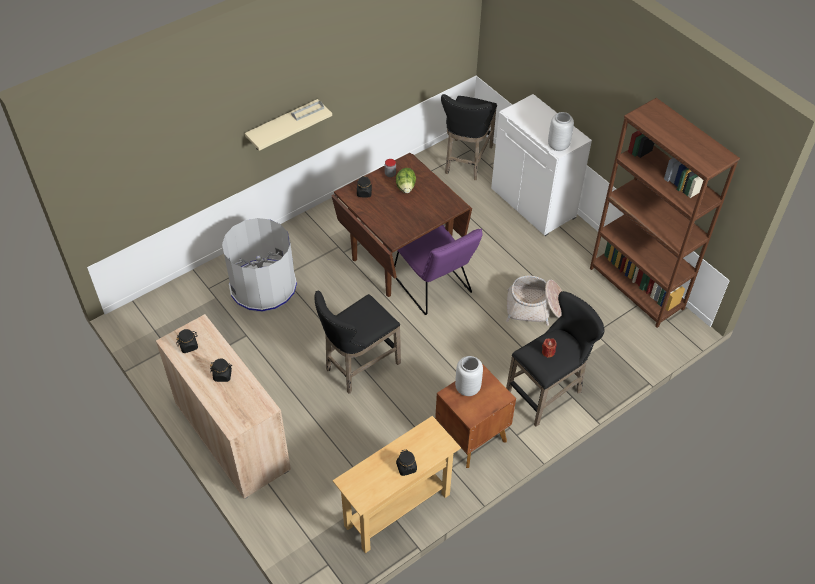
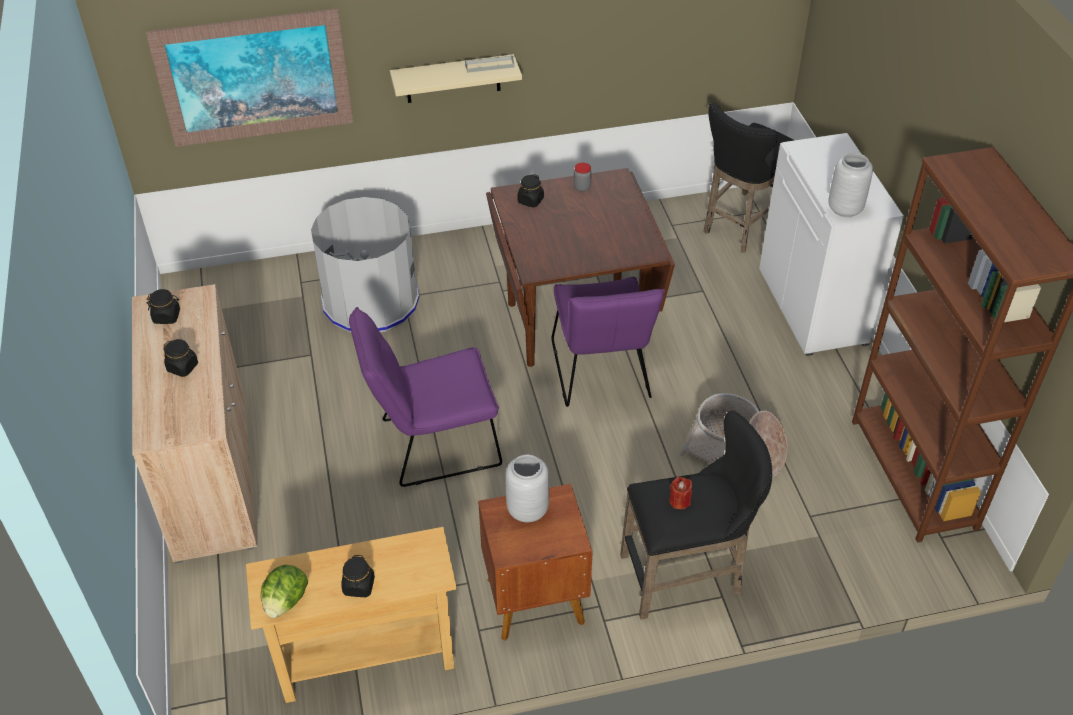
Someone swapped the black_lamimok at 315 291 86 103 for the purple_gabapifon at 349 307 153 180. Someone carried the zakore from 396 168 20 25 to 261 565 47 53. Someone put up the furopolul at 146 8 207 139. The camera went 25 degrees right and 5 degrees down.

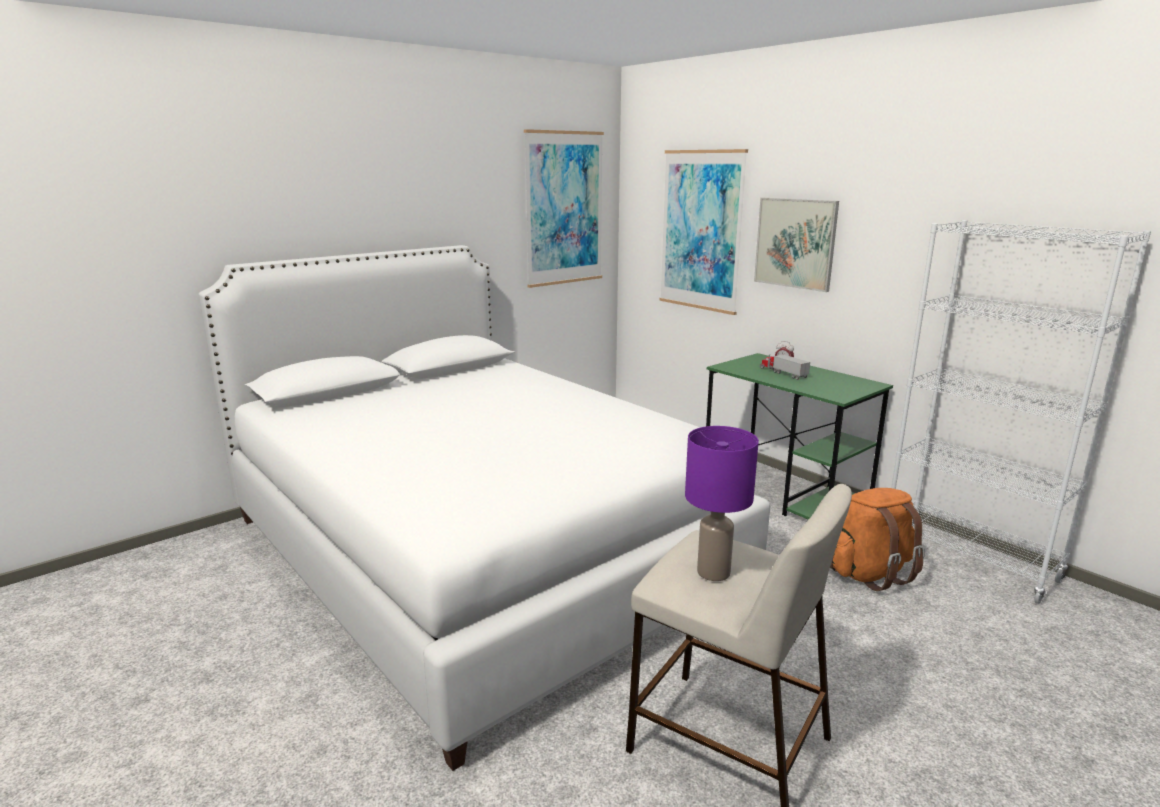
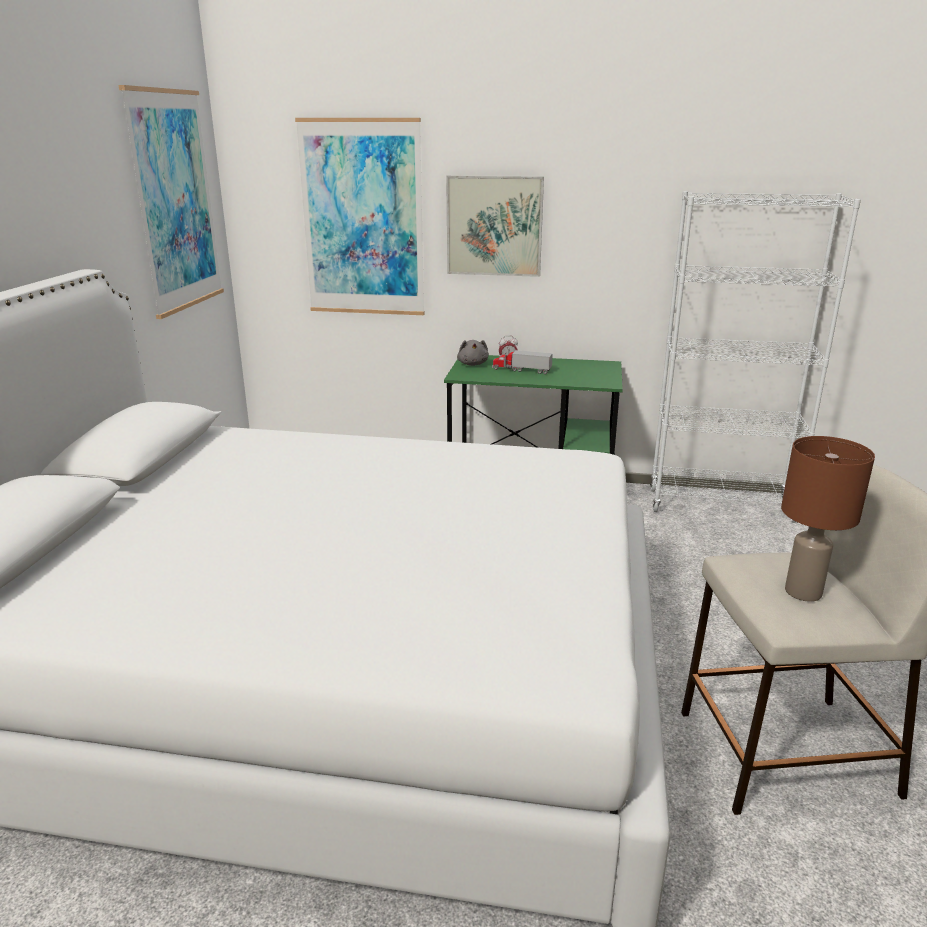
Someone repainted the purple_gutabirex at 685 426 74 155, which became the brown_gutabirex at 781 436 94 166. Someone took away the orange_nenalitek at 830 488 95 103. Someone put down the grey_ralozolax at 457 340 32 26. The camera went 40 degrees left and 5 degrees up.

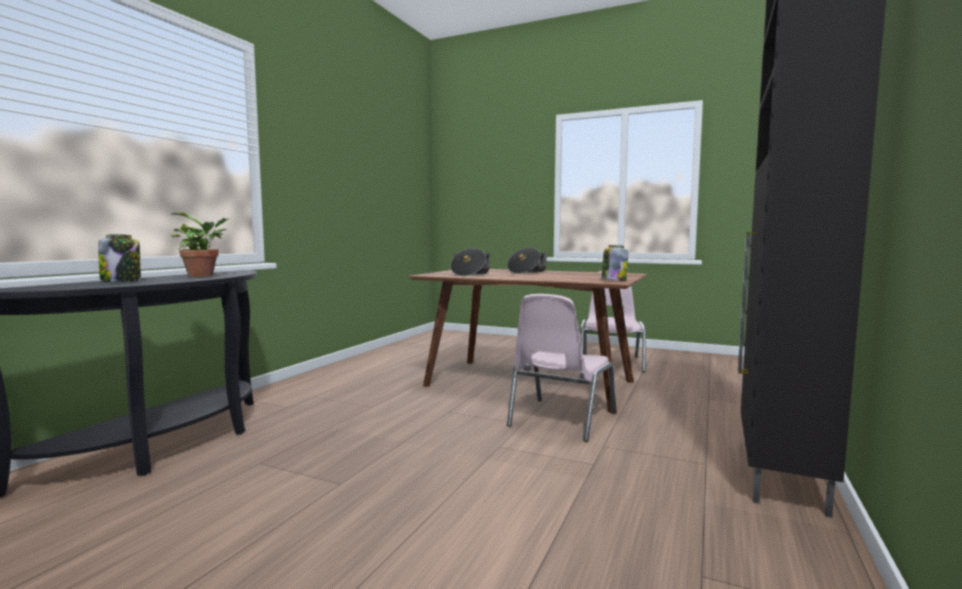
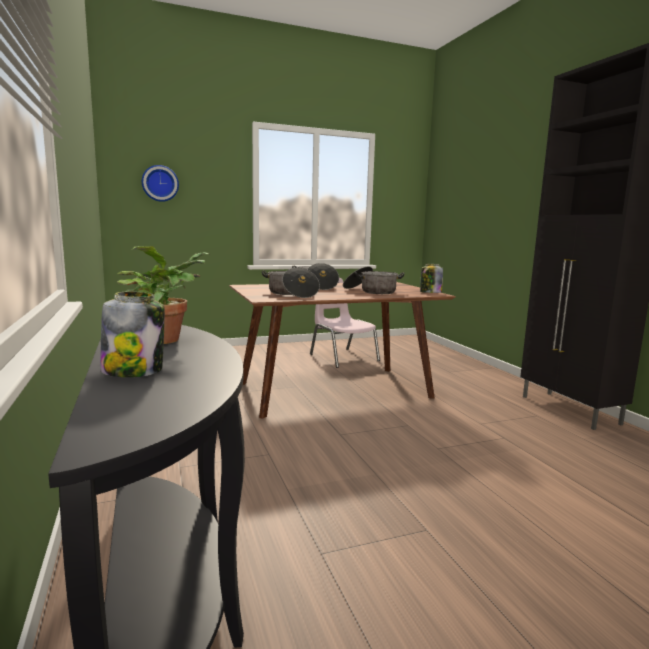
Someone took away the pink_gabapifon at 507 294 109 148. Someone put up the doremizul at 142 165 37 37. Someone put down the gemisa at 343 266 61 28. The camera went 45 degrees left and 5 degrees up.

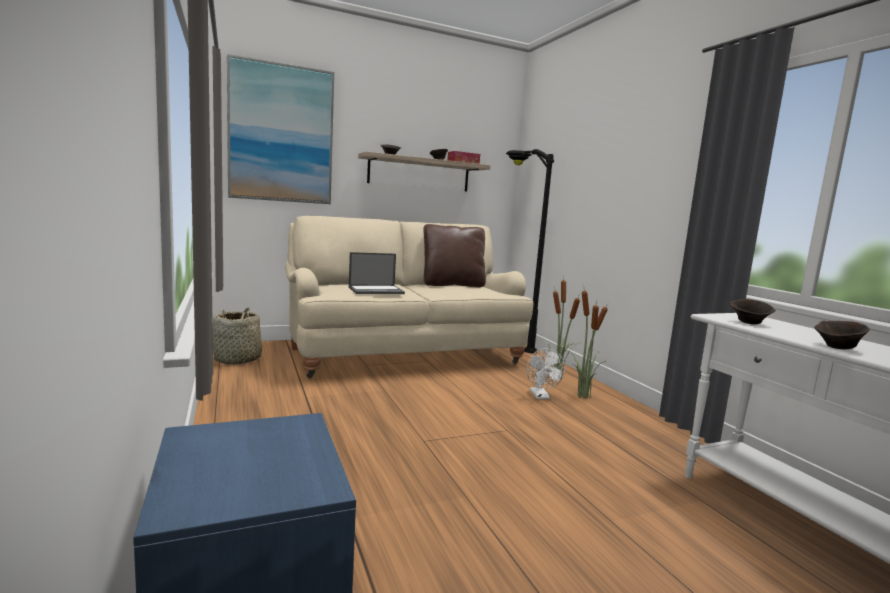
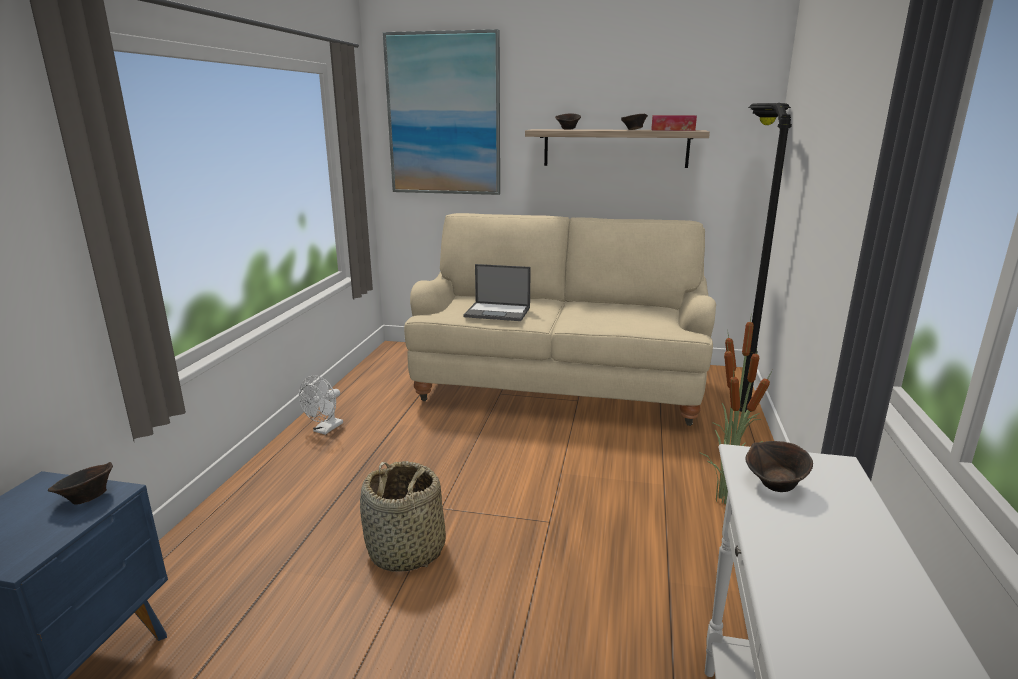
Someone carried the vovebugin from 213 307 49 58 to 360 461 86 111. Someone took away the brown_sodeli at 423 224 63 63. Someone carried the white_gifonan from 526 348 39 51 to 299 376 44 59. Someone carried the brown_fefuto from 814 321 56 28 to 48 462 65 43. The camera went 35 degrees right and 10 degrees up.

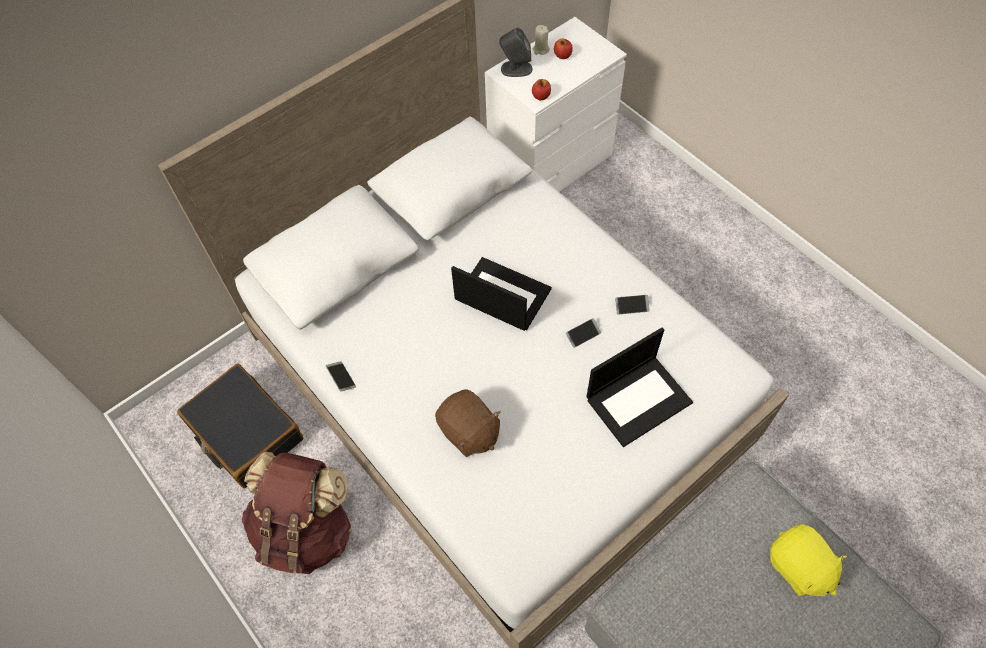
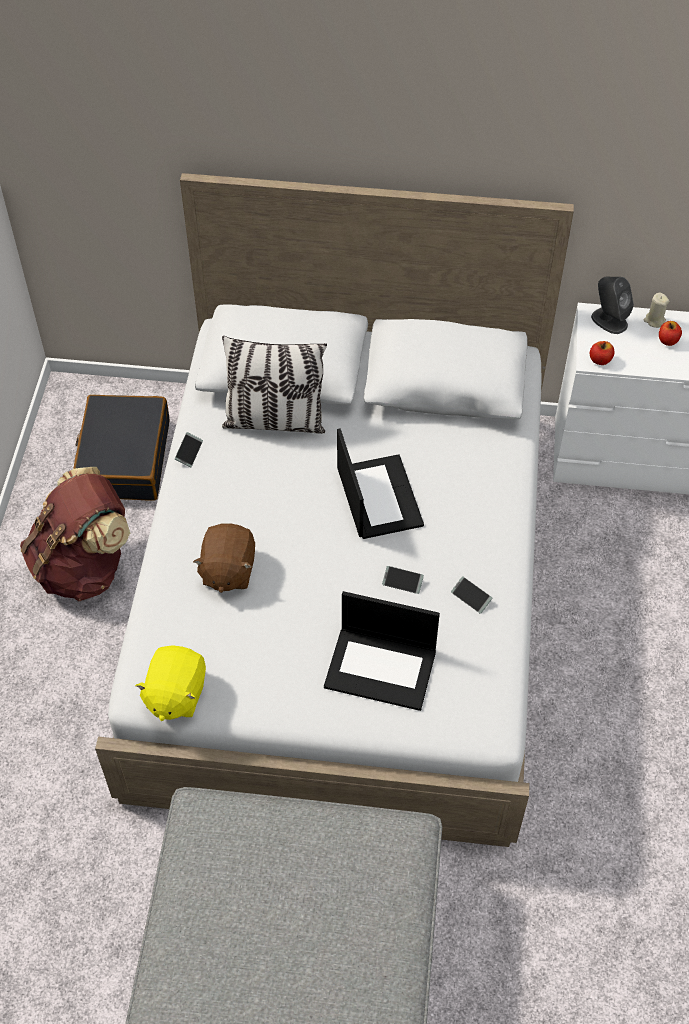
Someone carried the yellow_ralozolax from 770 524 77 72 to 135 645 71 76. Someone put down the sodeli at 222 336 105 98. The camera went 45 degrees right and 5 degrees down.

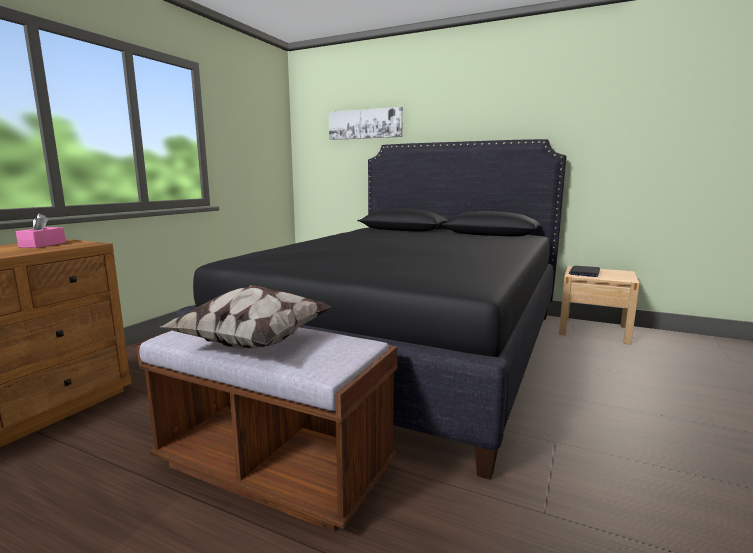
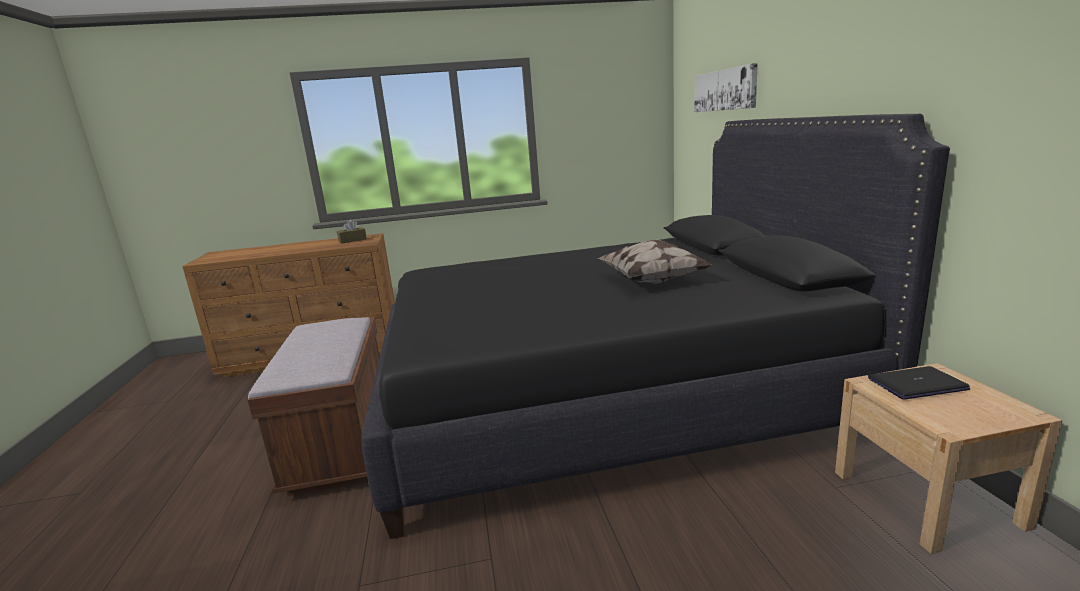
Someone repainted the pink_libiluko at 16 214 50 34, which became the brown_libiluko at 337 219 30 25. Someone carried the sodeli from 160 285 172 64 to 598 240 115 44. The camera went 55 degrees right and 5 degrees up.

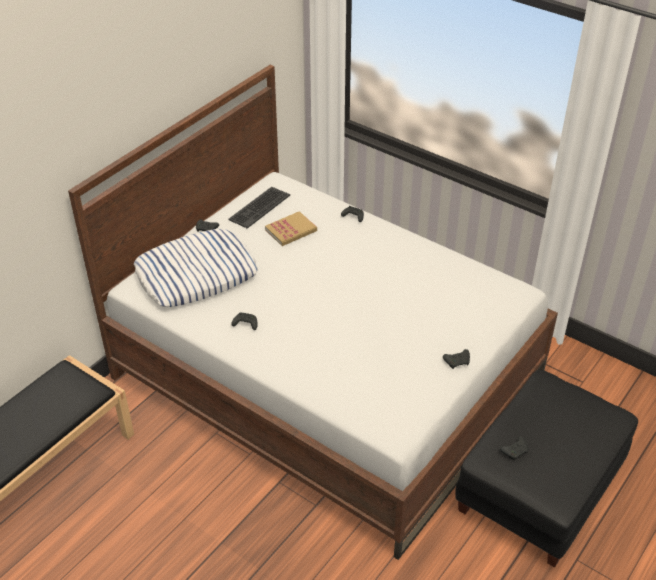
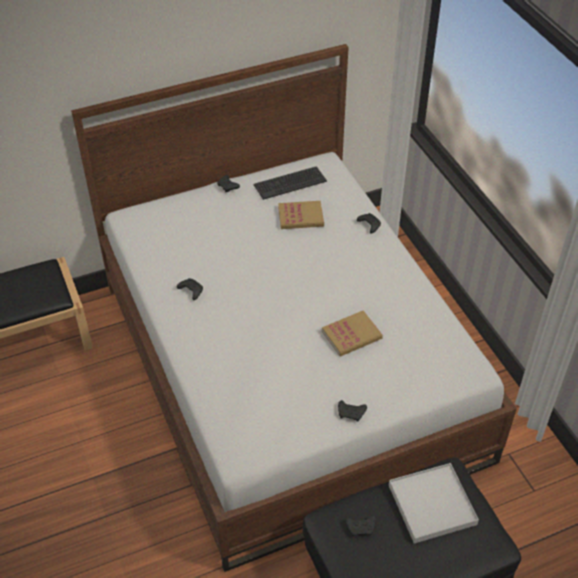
Someone took away the sodeli at 134 229 124 78. Someone put down the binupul at 322 310 61 47. Someone put down the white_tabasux at 389 463 90 81. The camera went 30 degrees right and 5 degrees up.

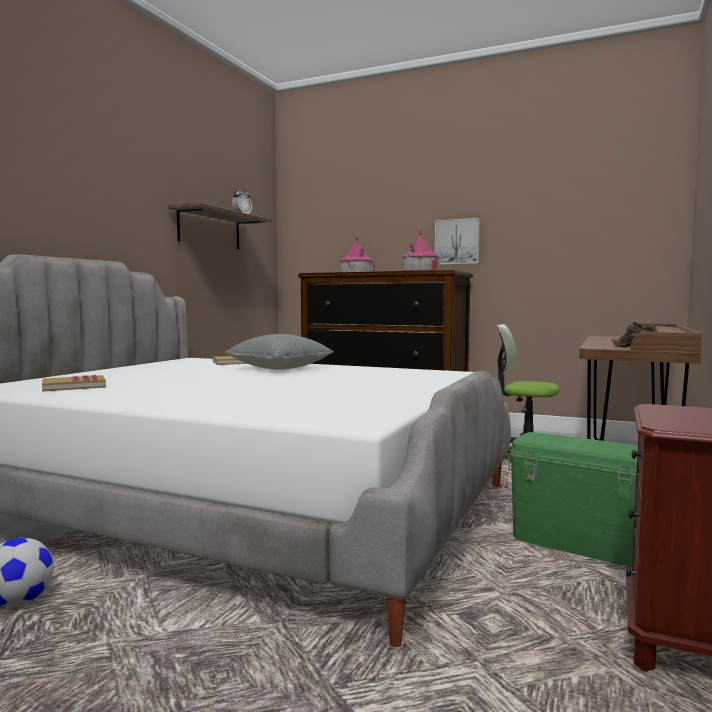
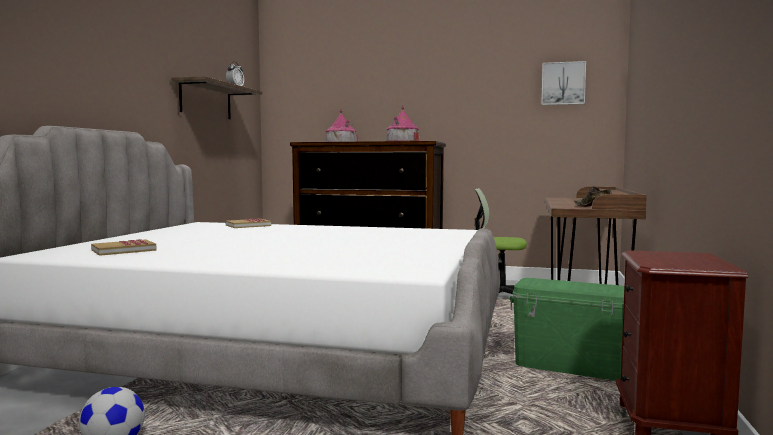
Someone took away the grey_sodeli at 225 334 109 36. Someone carried the furopolul from 435 218 45 47 to 541 61 45 44. The camera went 10 degrees left and 0 degrees up.

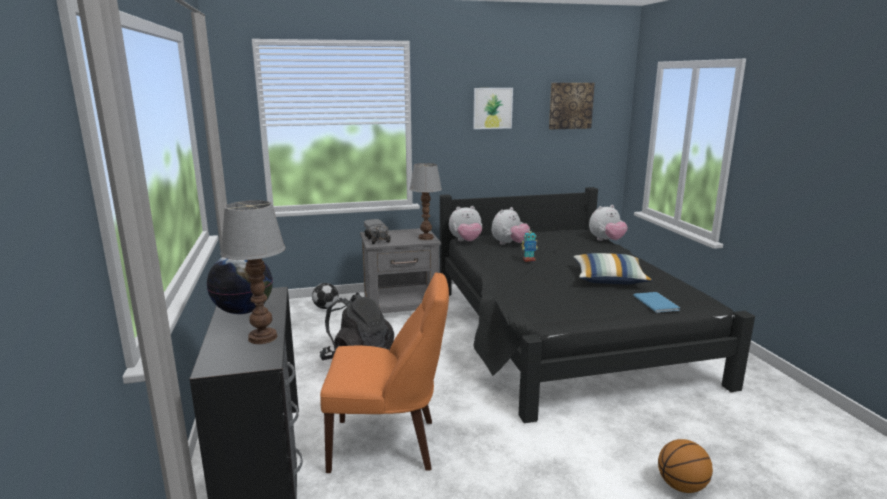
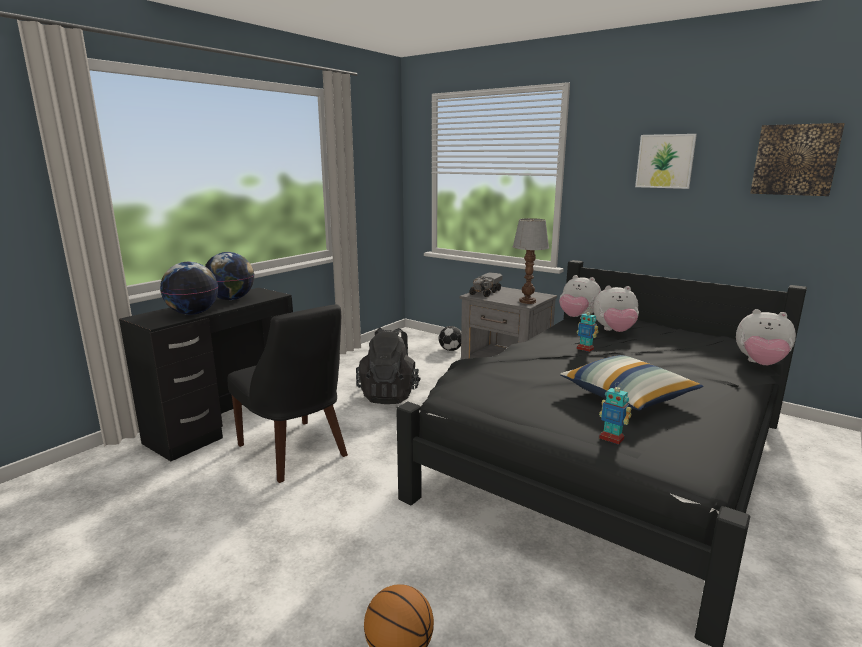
Someone swapped the gutabirex at 220 200 66 144 for the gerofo at 160 262 58 53. Someone repainted the orange_gabapifon at 320 272 129 201, which became the black_gabapifon at 227 304 121 179. Someone swapped the blue_binupul at 633 292 47 21 for the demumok at 599 382 32 63. The camera went 50 degrees right and 0 degrees up.

